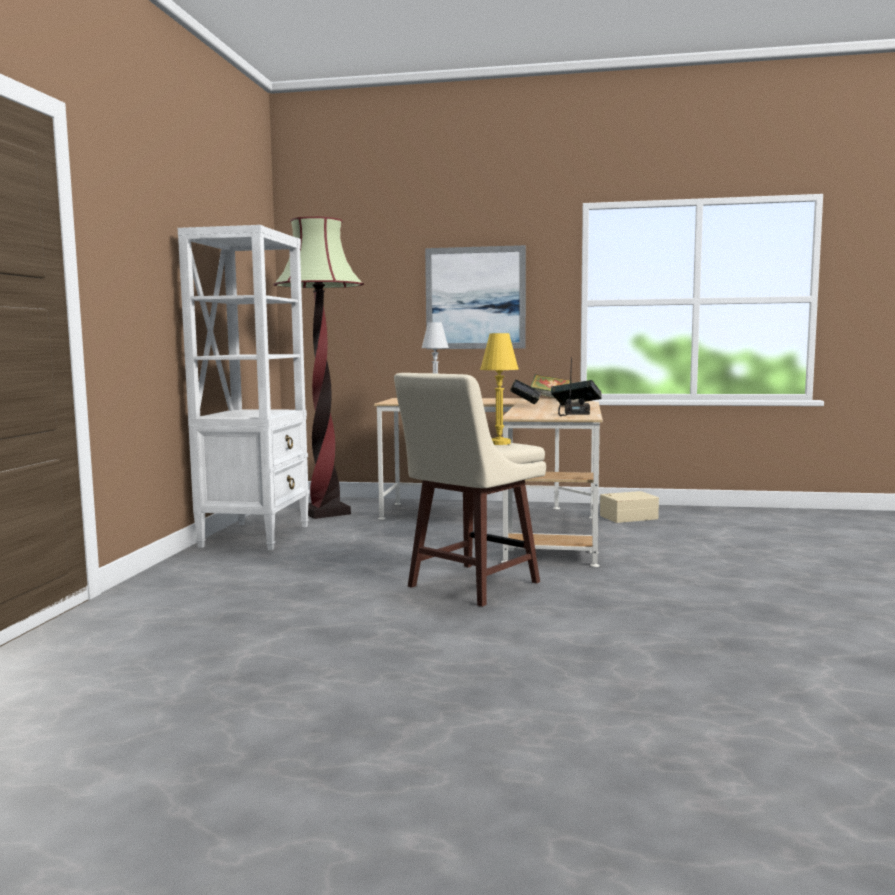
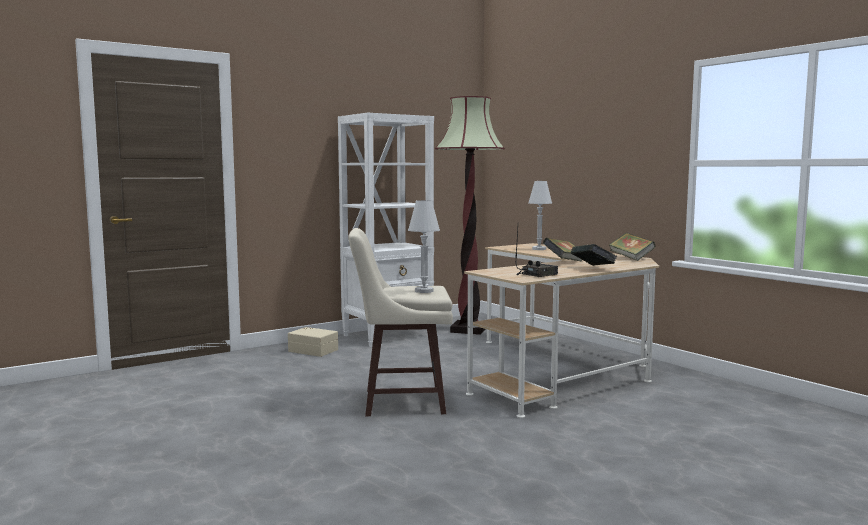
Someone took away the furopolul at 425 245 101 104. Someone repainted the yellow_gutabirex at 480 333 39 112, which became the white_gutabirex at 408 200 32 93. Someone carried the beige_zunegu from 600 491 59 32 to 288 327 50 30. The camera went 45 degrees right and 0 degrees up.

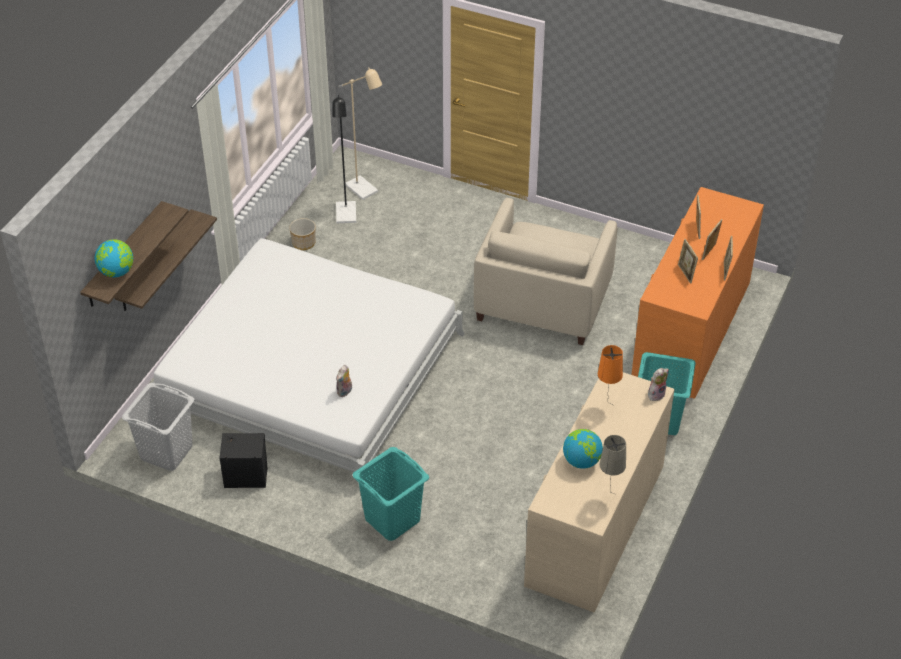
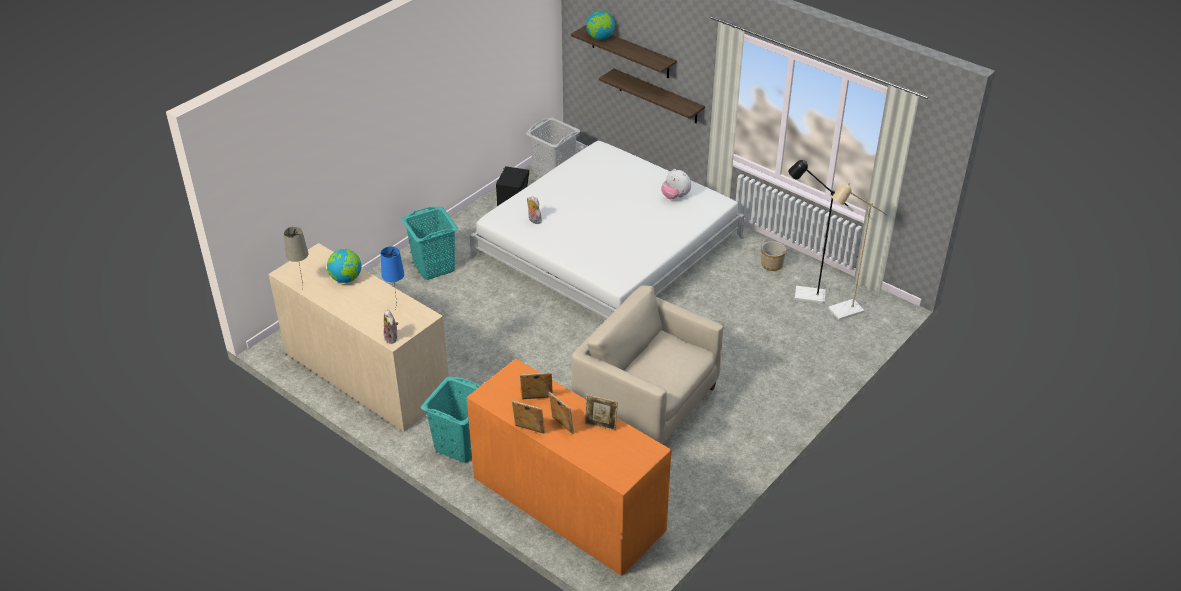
Someone repainted the orange_gutabirex at 598 345 25 60, which became the blue_gutabirex at 381 246 23 63. Someone put down the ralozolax at 661 169 30 30. The camera went 105 degrees right and 5 degrees down.

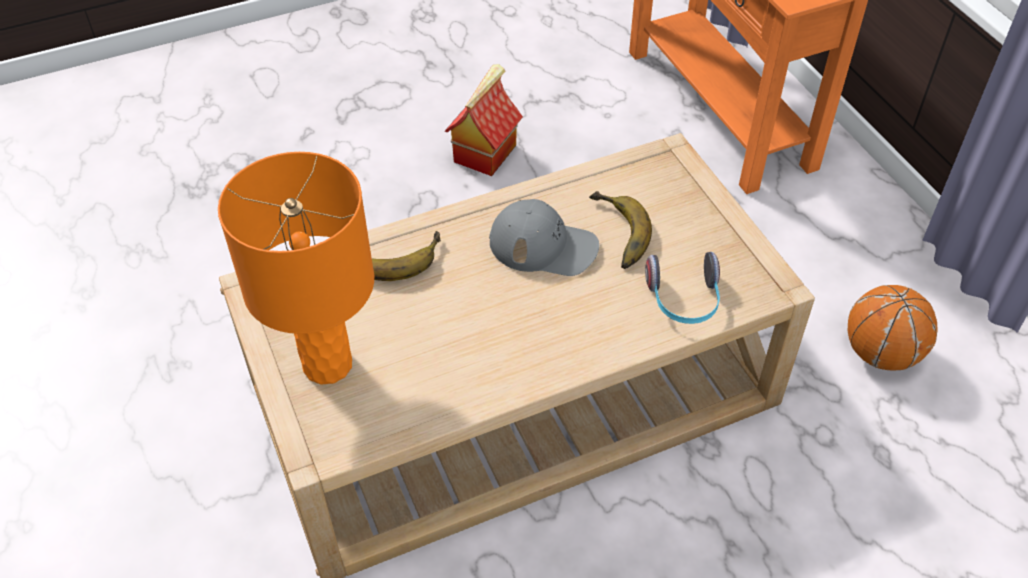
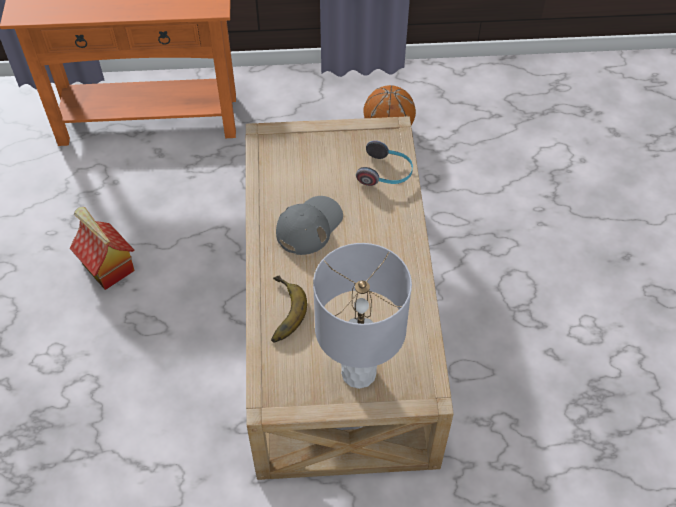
Someone repainted the orange_gutabirex at 218 152 156 233, which became the grey_gutabirex at 313 243 99 146. Someone took away the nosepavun at 589 191 63 78. The camera went 70 degrees left and 5 degrees up.

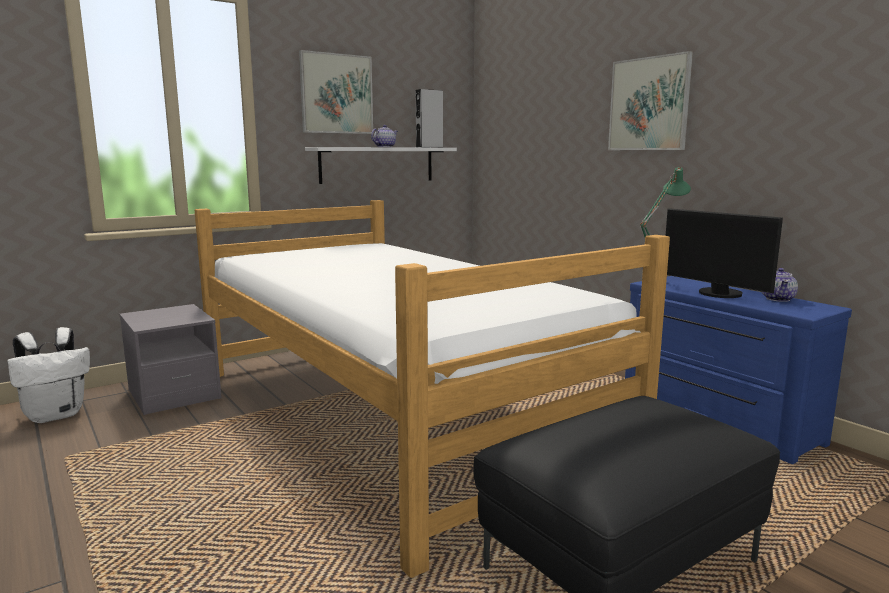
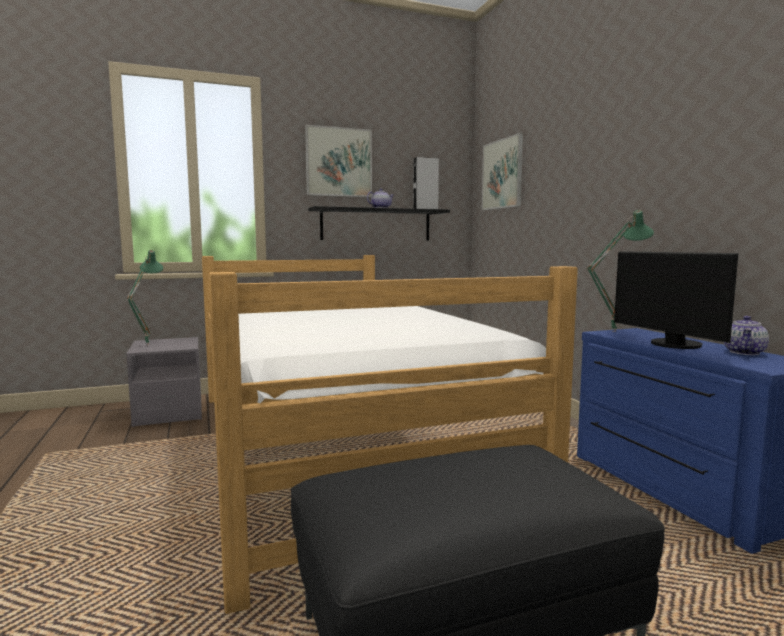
Someone took away the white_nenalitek at 7 327 83 96. Someone repainted the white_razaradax at 305 147 152 37, which became the black_razaradax at 308 206 142 34. Someone carried the furopolul from 608 51 85 99 to 482 133 41 77. Someone put down the green_gutabirex at 127 250 36 95. The camera went 15 degrees right and 5 degrees down.

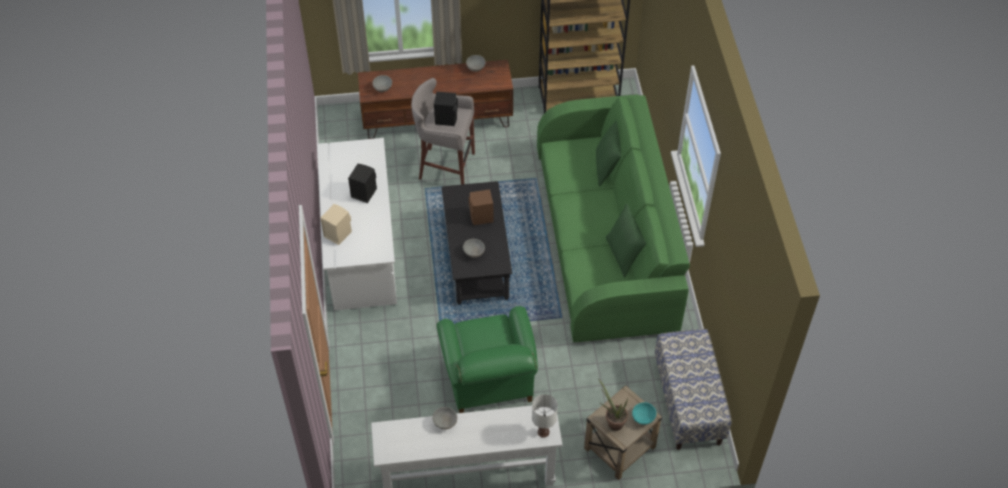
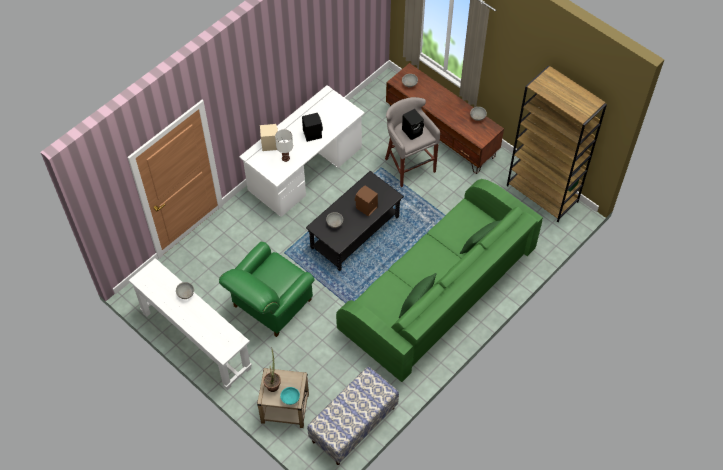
Someone carried the white_gutabirex from 532 394 26 44 to 275 129 18 33. The camera went 50 degrees right and 5 degrees up.

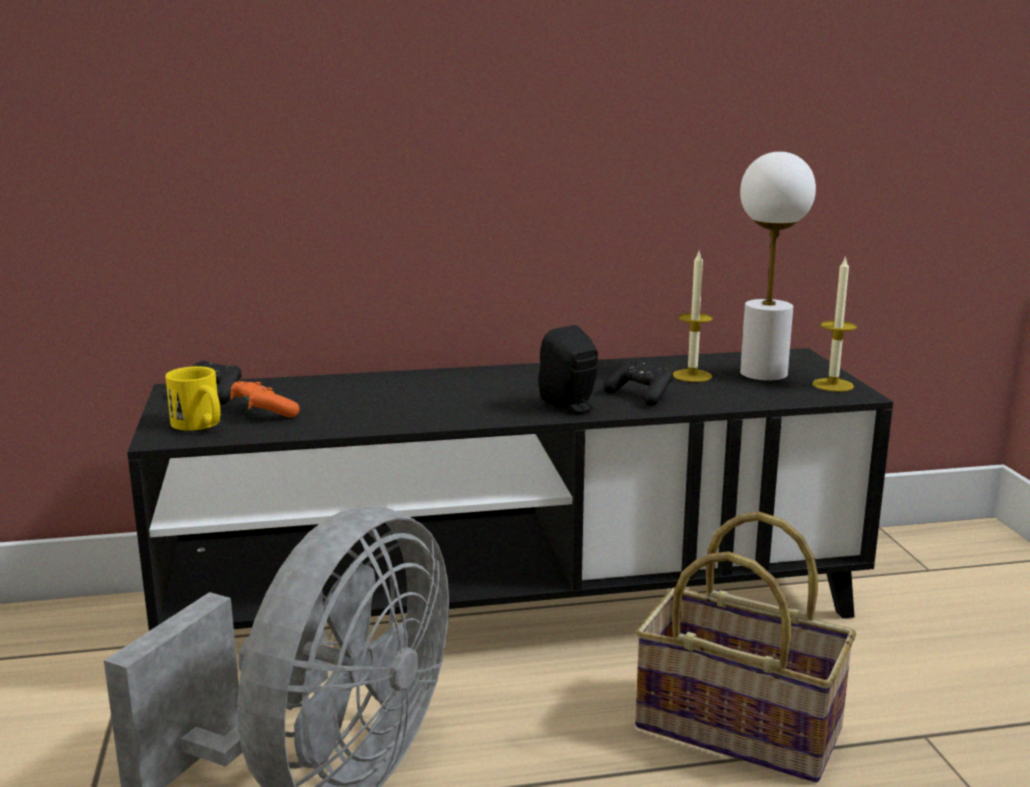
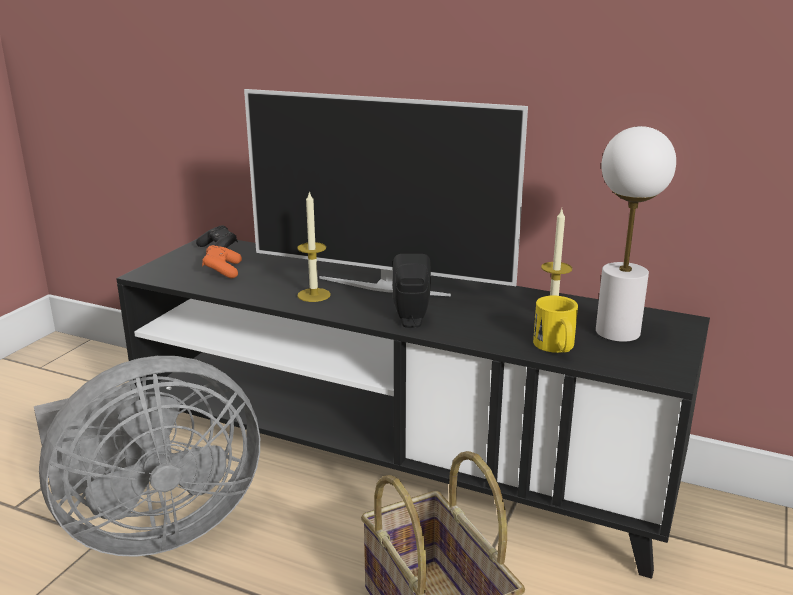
Someone carried the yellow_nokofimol from 165 366 55 65 to 533 296 45 57. Someone took away the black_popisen at 604 360 69 46. Someone carried the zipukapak from 812 256 45 136 to 297 191 33 111. Someone put down the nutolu at 244 89 284 207. The camera went 35 degrees right and 5 degrees up.

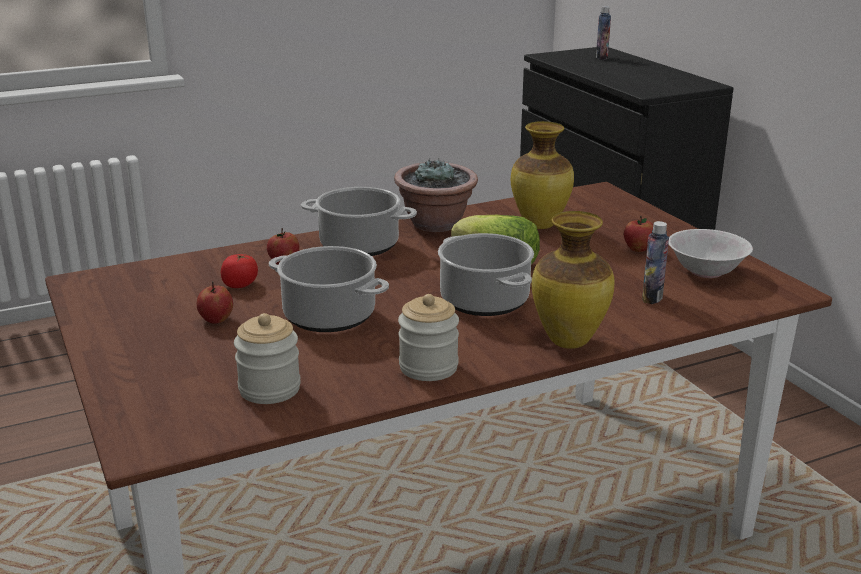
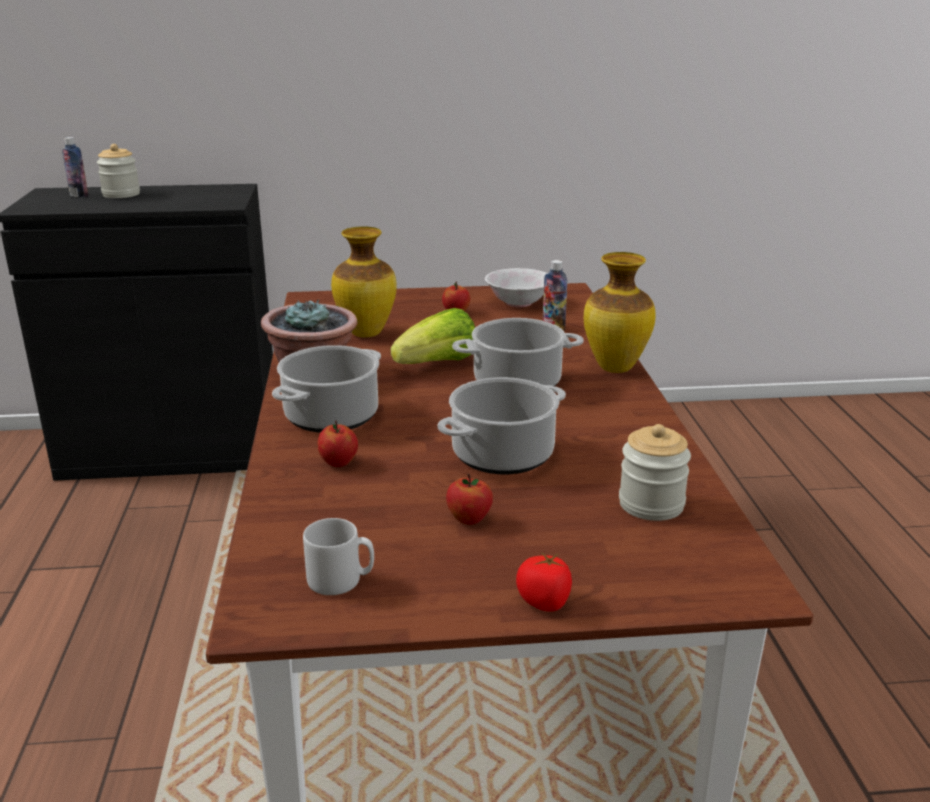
Someone carried the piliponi from 221 254 37 34 to 516 552 56 60. Someone carried the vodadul from 398 294 61 87 to 97 144 43 54. Someone put down the grey_nokofimol at 303 518 71 77. The camera went 70 degrees left and 0 degrees up.

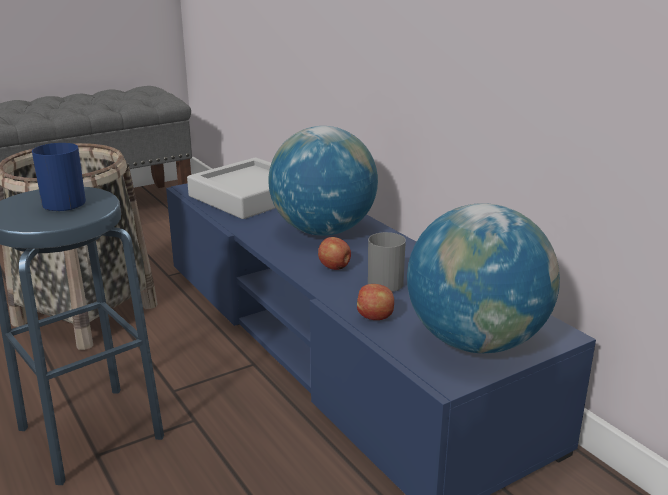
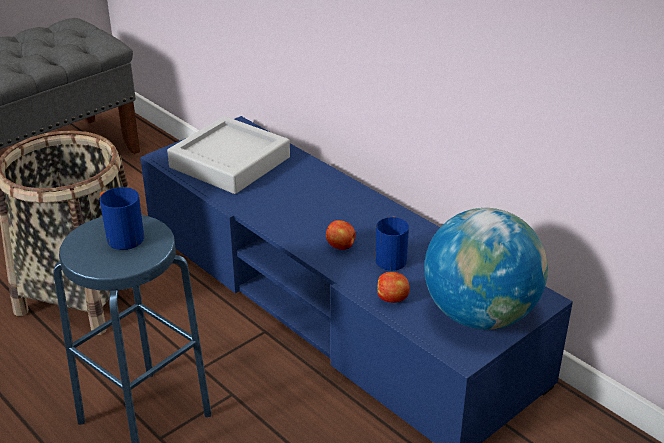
Someone took away the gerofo at 268 126 110 110. Someone repainted the grey_nokofimol at 368 232 38 60, which became the blue_nokofimol at 375 216 34 55. The camera went 10 degrees left and 10 degrees up.

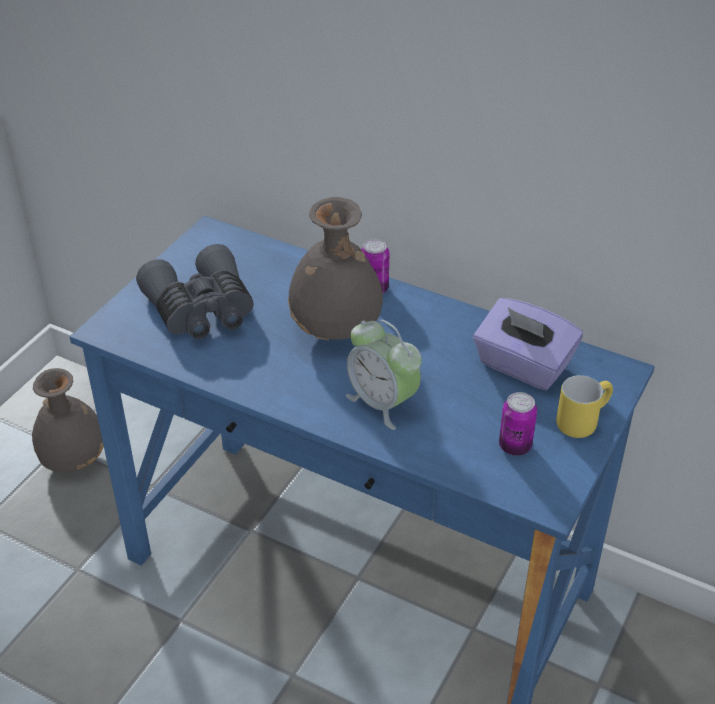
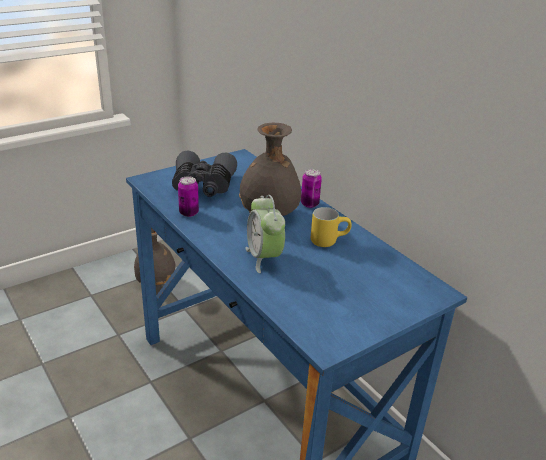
Someone took away the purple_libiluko at 473 298 110 92. Someone carried the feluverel from 499 392 38 64 to 178 176 21 41. Someone carried the yellow_nokofimol from 556 375 57 63 to 311 207 41 40. The camera went 25 degrees right and 10 degrees down.

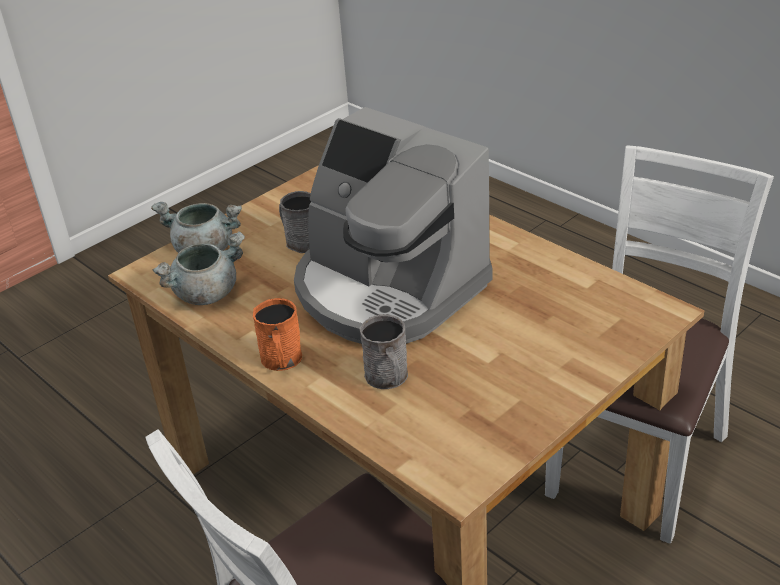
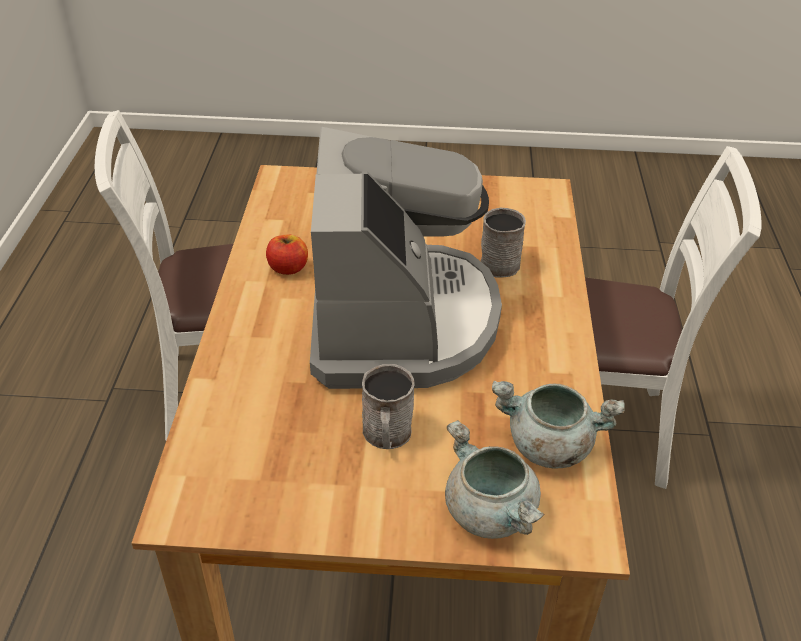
Someone took away the orange_nokofimol at 253 298 49 73. Someone put down the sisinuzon at 266 234 42 41. The camera went 135 degrees left and 5 degrees up.

